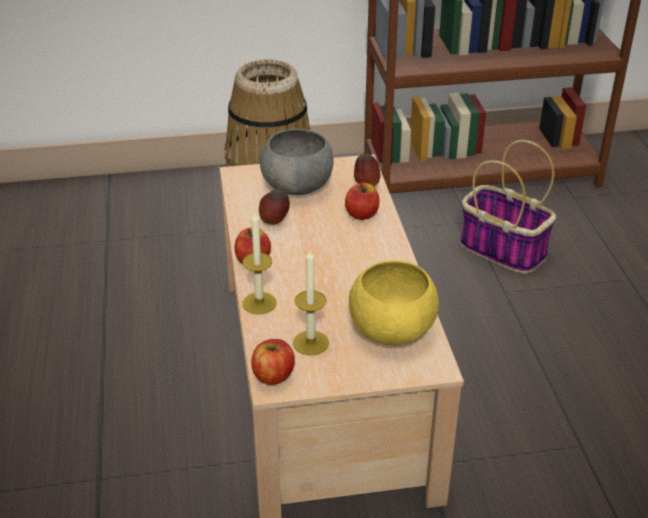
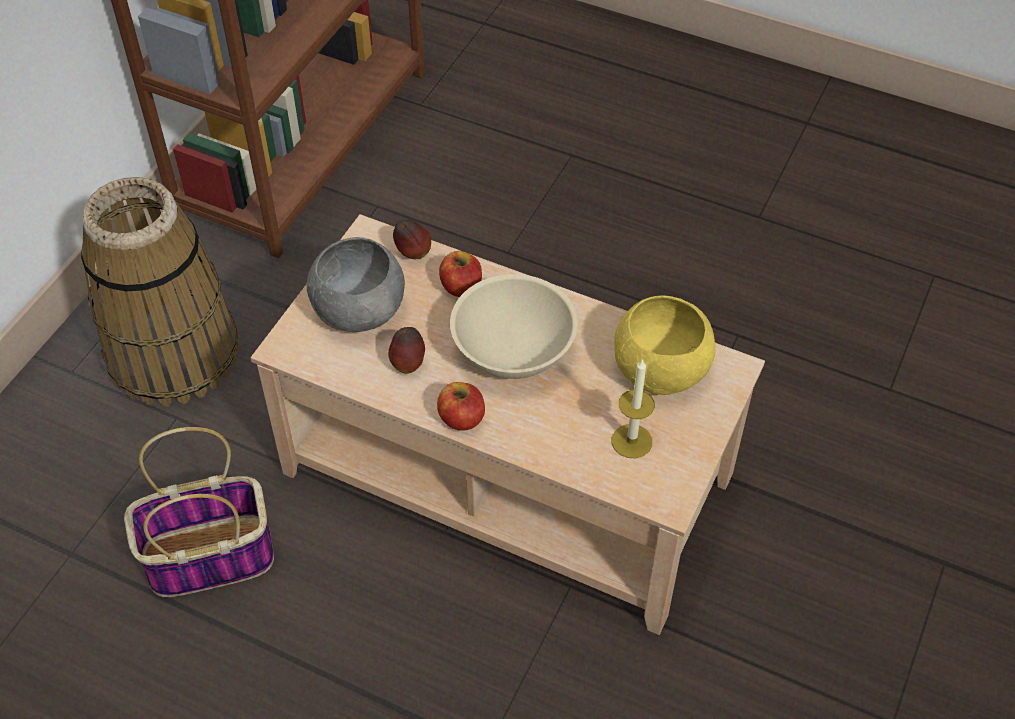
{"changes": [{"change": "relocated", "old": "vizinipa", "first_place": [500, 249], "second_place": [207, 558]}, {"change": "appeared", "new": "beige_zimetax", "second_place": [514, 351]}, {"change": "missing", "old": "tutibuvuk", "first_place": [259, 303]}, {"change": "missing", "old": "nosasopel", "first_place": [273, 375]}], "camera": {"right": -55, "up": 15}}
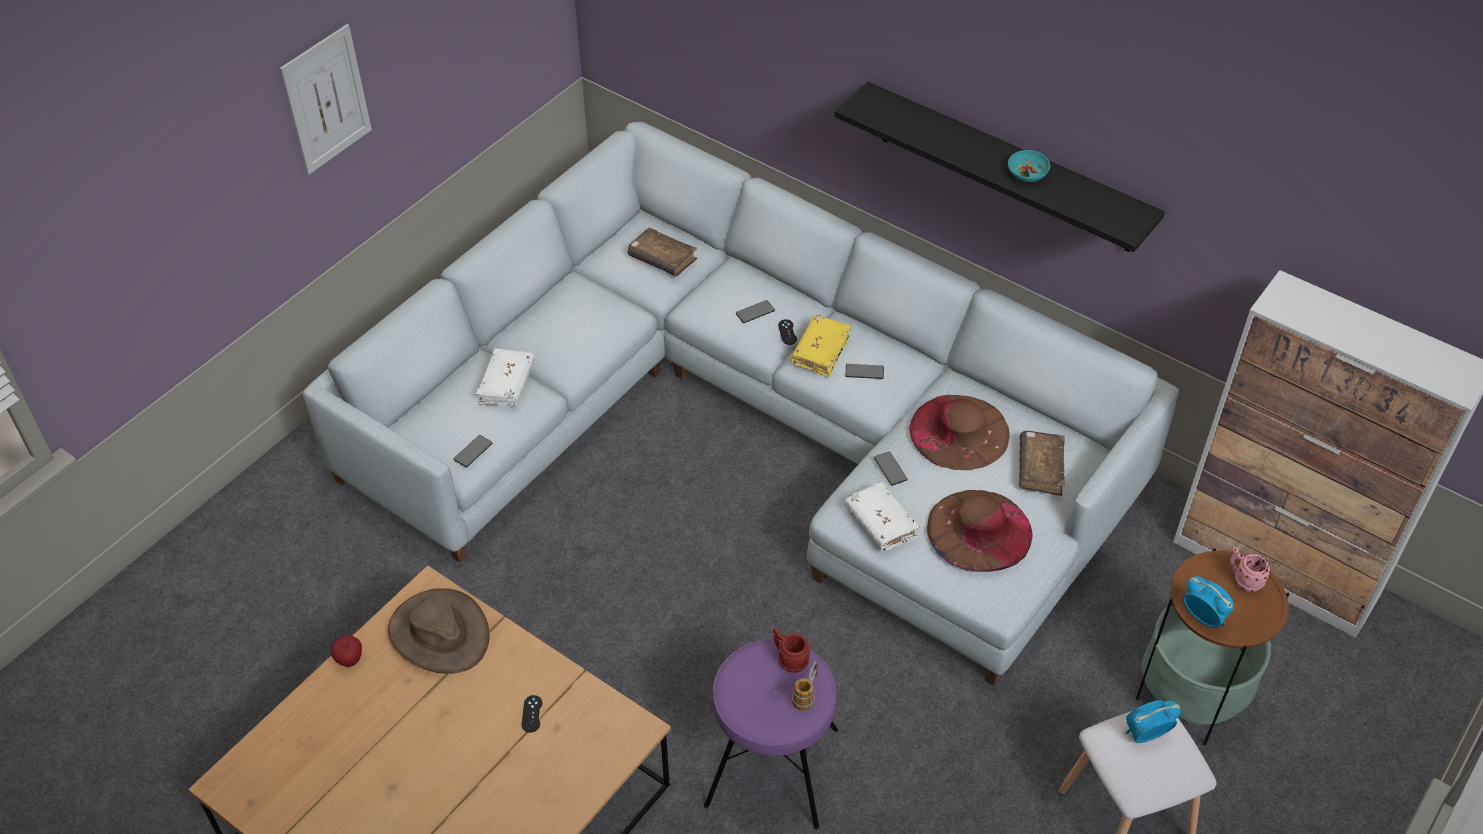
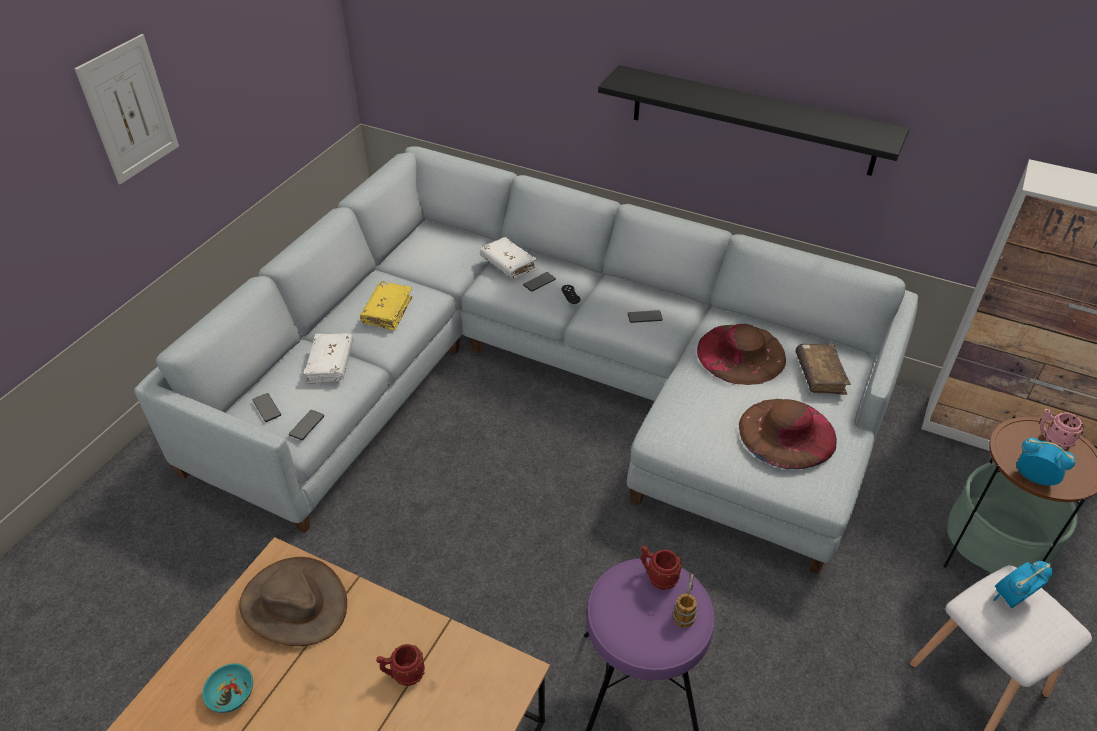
{"changes": [{"change": "relocated", "old": "turquoise_zimetax", "first_place": [1027, 174], "second_place": [232, 694]}, {"change": "relocated", "old": "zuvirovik", "first_place": [890, 469], "second_place": [266, 408]}, {"change": "relocated", "old": "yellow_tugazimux", "first_place": [820, 351], "second_place": [387, 311]}, {"change": "exchanged", "old": "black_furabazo", "new": "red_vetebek", "first_place": [532, 714], "second_place": [403, 675]}, {"change": "relocated", "old": "white_tugazimux", "first_place": [880, 523], "second_place": [508, 264]}, {"change": "missing", "old": "nosasopel", "first_place": [350, 660]}, {"change": "missing", "old": "brown_tugazimux", "first_place": [662, 259]}], "camera": {"right": -10, "up": -5}}
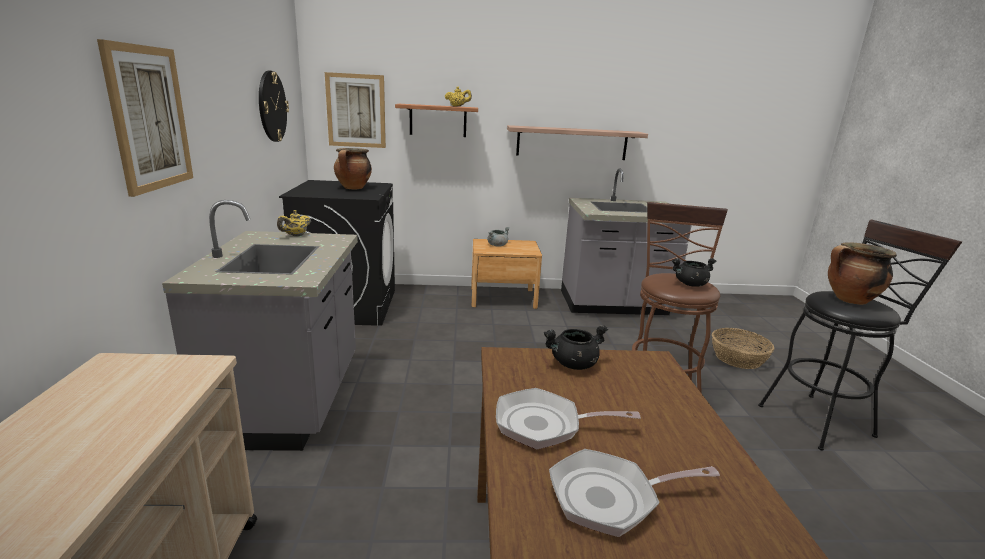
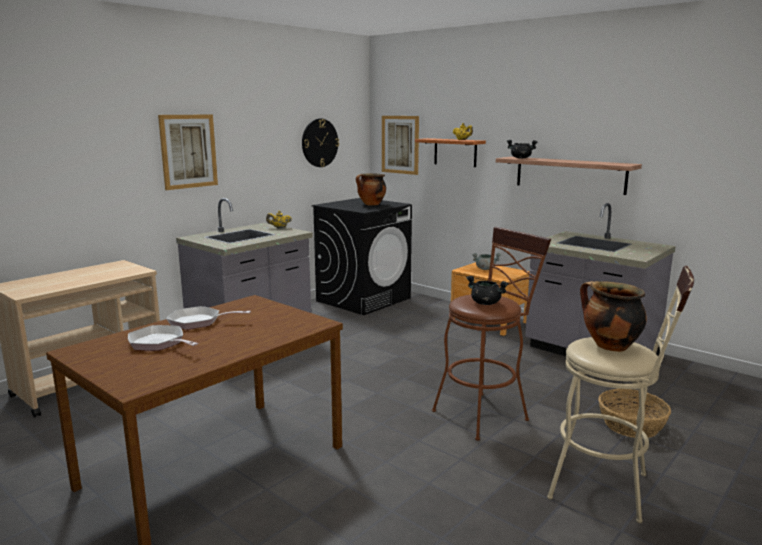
{"changes": [{"change": "spun", "old": "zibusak", "first_place": [544, 425], "second_place": [199, 322], "degrees": -45}, {"change": "relocated", "old": "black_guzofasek", "first_place": [573, 364], "second_place": [520, 158]}, {"change": "colour", "old": "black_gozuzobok", "new": "beige_gozuzobok", "first_place": [821, 419], "second_place": [608, 488]}], "camera": {"right": 45, "up": -5}}
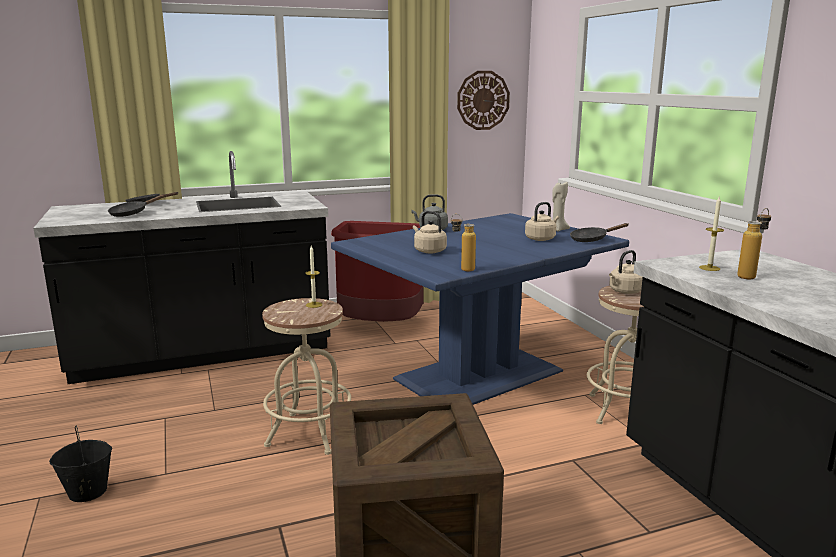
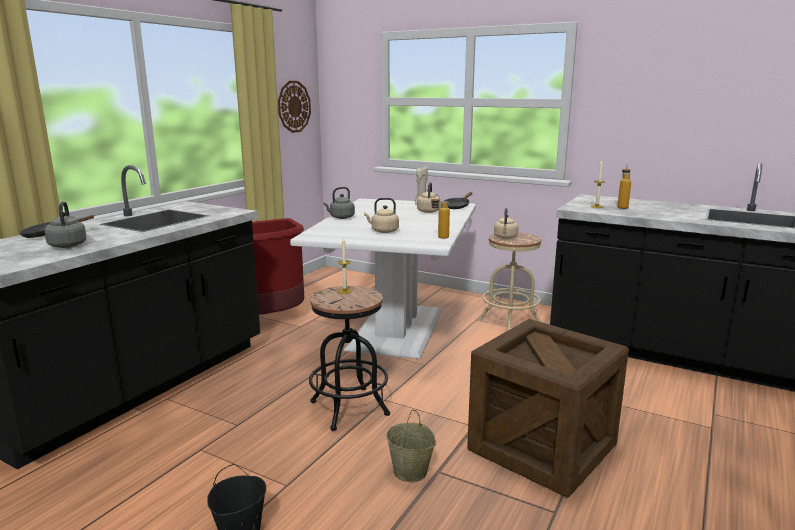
{"changes": [{"change": "exchanged", "old": "black_zibusak", "new": "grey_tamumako", "first_place": [132, 213], "second_place": [68, 245]}, {"change": "colour", "old": "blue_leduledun", "new": "white_leduledun", "first_place": [477, 374], "second_place": [395, 329]}, {"change": "colour", "old": "beige_gozuzobok", "new": "black_gozuzobok", "first_place": [309, 433], "second_place": [349, 408]}, {"change": "appeared", "new": "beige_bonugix", "second_place": [411, 472]}], "camera": {"right": -40, "up": 0}}
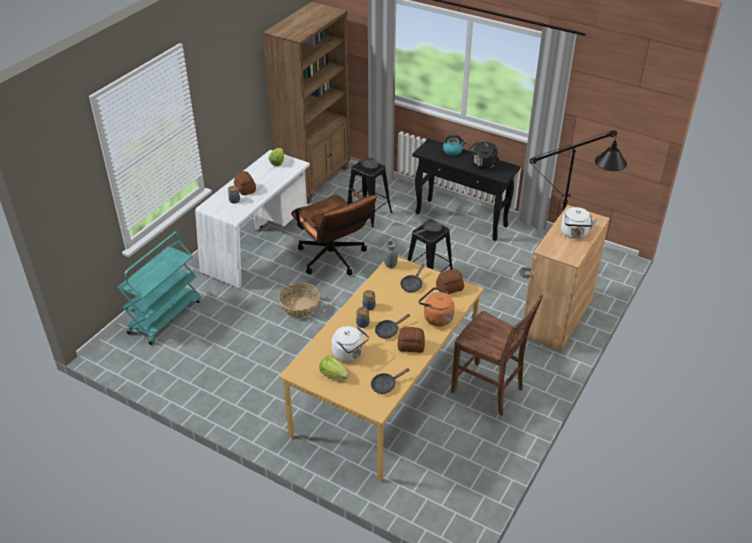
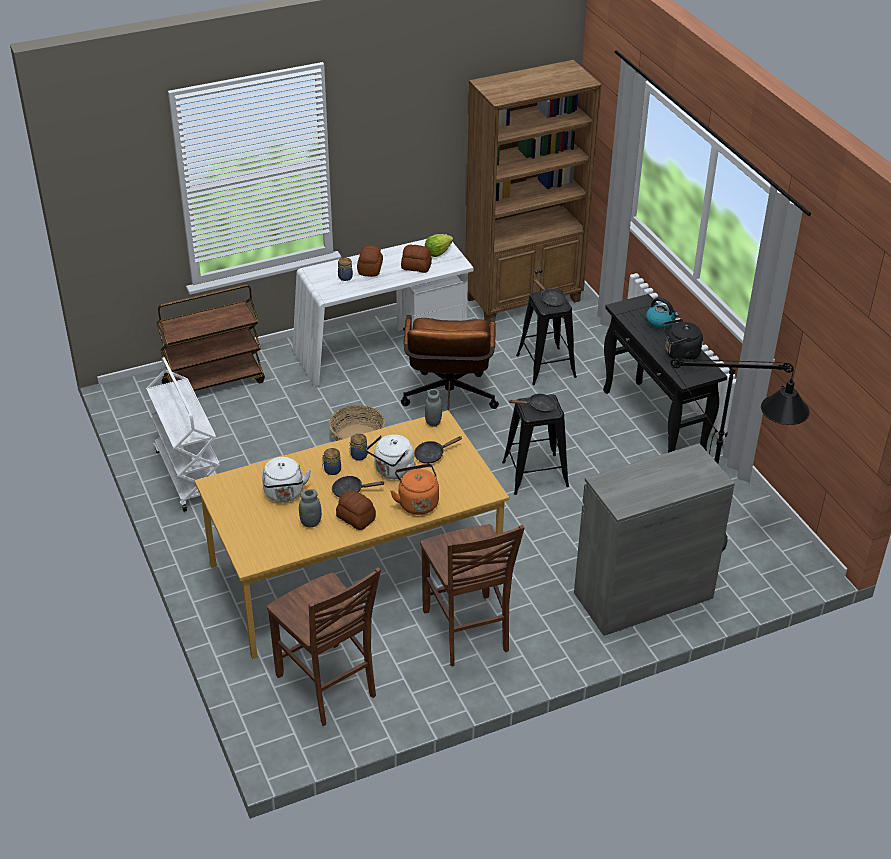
{"changes": [{"change": "appeared", "new": "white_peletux", "second_place": [188, 474]}, {"change": "colour", "old": "turquoise_peletux", "new": "brown_peletux", "first_place": [165, 316], "second_place": [214, 382]}, {"change": "appeared", "new": "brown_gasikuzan", "second_place": [328, 686]}, {"change": "appeared", "new": "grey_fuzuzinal", "second_place": [311, 523]}, {"change": "relocated", "old": "white_tamumako", "first_place": [574, 234], "second_place": [392, 471]}, {"change": "relocated", "old": "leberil", "first_place": [450, 288], "second_place": [416, 267]}, {"change": "colour", "old": "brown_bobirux", "new": "grey_bobirux", "first_place": [557, 318], "second_place": [643, 595]}, {"change": "missing", "old": "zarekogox", "first_place": [333, 375]}, {"change": "missing", "old": "black_zibusak", "first_place": [385, 385]}], "camera": {"right": 35, "up": 0}}
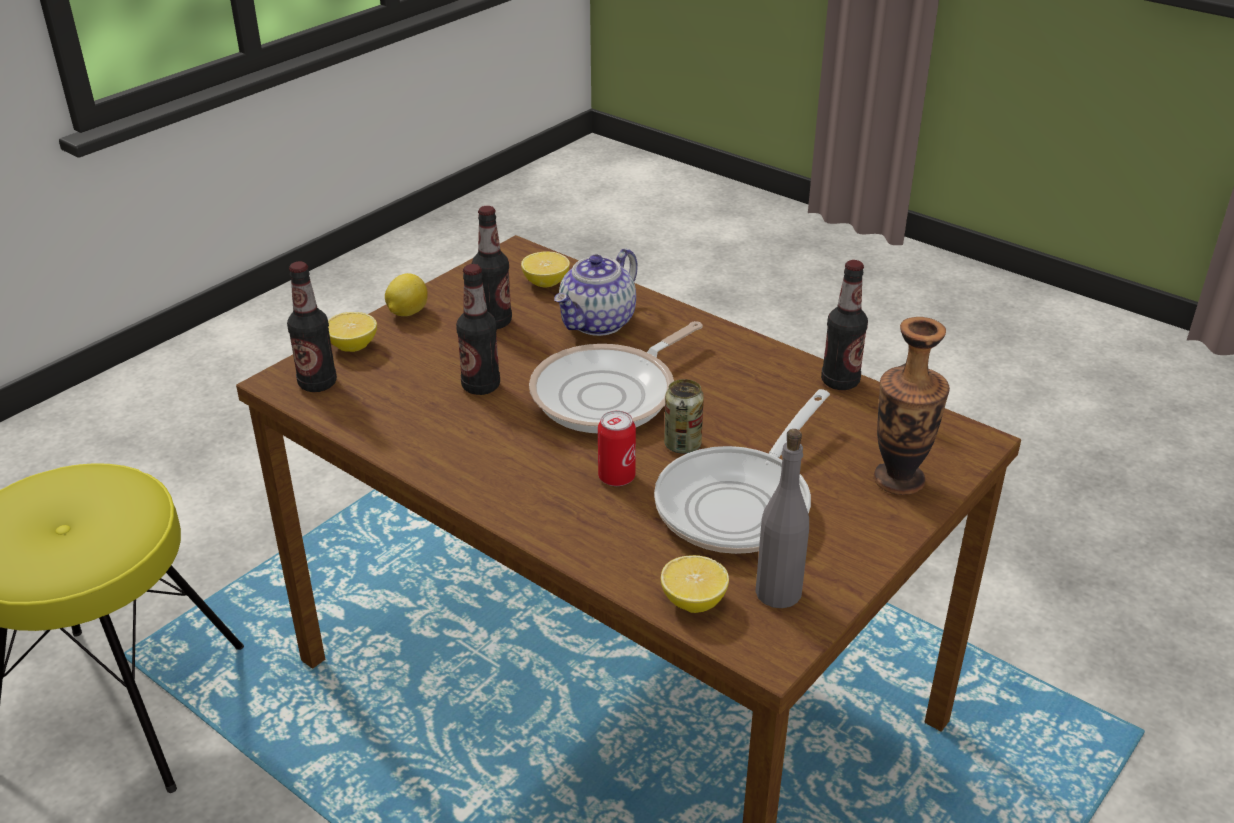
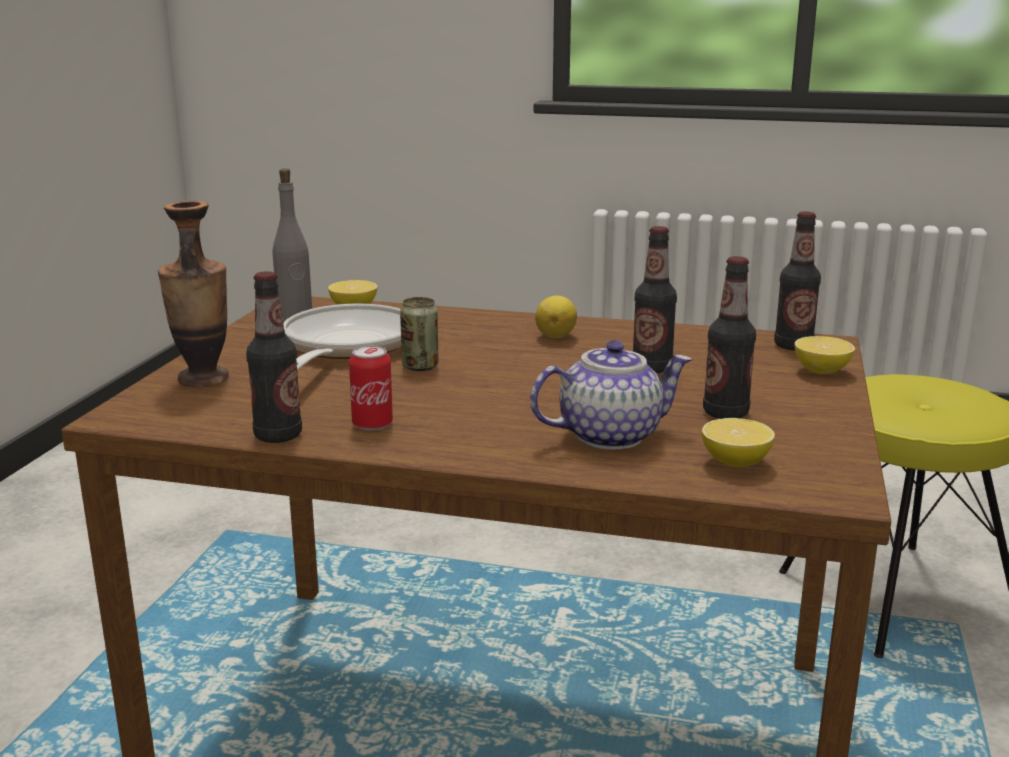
{"changes": [{"change": "relocated", "old": "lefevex", "first_place": [616, 477], "second_place": [372, 424]}, {"change": "spun", "old": "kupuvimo", "first_place": [598, 323], "second_place": [610, 435], "degrees": 60}, {"change": "relocated", "old": "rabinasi", "first_place": [407, 312], "second_place": [556, 336]}, {"change": "missing", "old": "zibusak", "first_place": [610, 394]}], "camera": {"right": 155, "up": -15}}
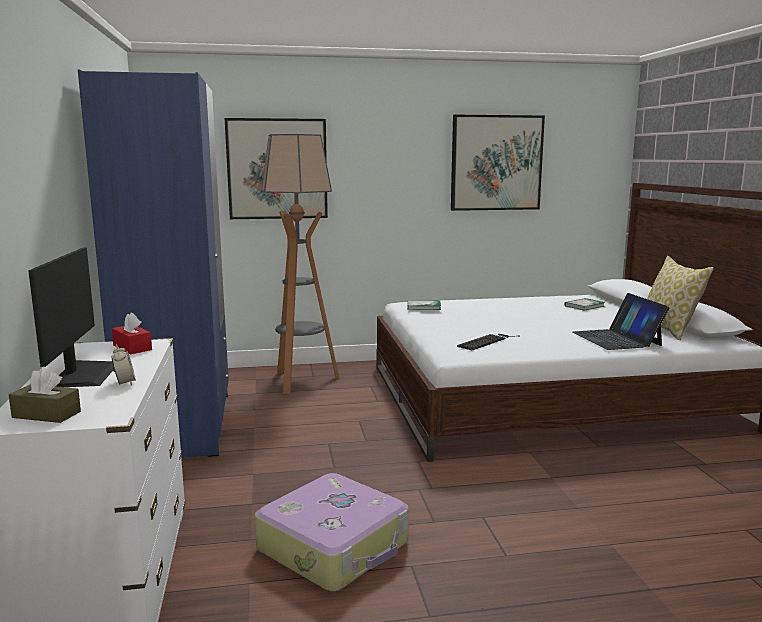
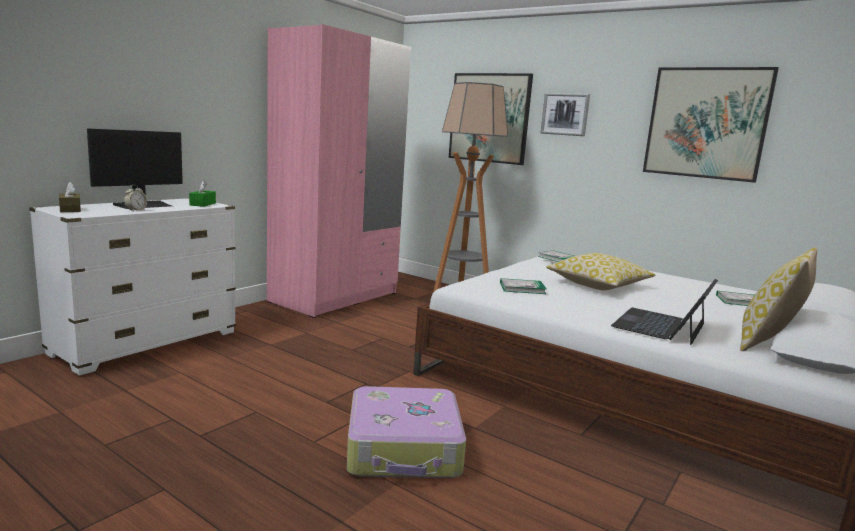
{"changes": [{"change": "colour", "old": "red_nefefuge", "new": "green_nefefuge", "first_place": [132, 347], "second_place": [202, 204]}, {"change": "colour", "old": "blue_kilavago", "new": "pink_kilavago", "first_place": [180, 425], "second_place": [335, 297]}, {"change": "relocated", "old": "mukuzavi", "first_place": [335, 546], "second_place": [404, 449]}, {"change": "exchanged", "old": "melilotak", "new": "tugazimux", "first_place": [487, 341], "second_place": [522, 288]}, {"change": "appeared", "new": "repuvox", "second_place": [565, 114]}, {"change": "appeared", "new": "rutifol", "second_place": [598, 285]}], "camera": {"right": 45, "up": 0}}
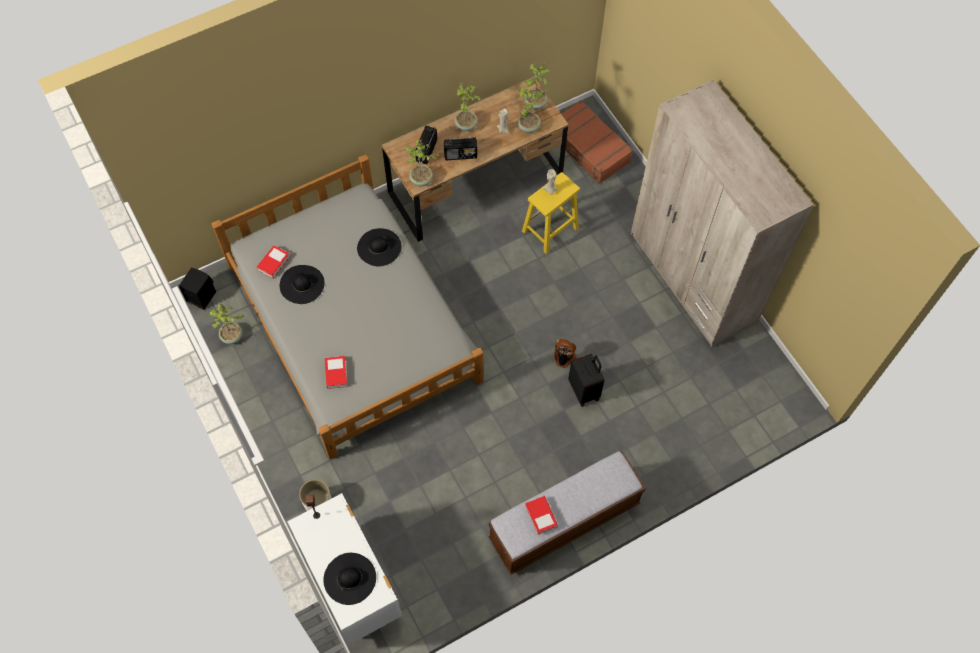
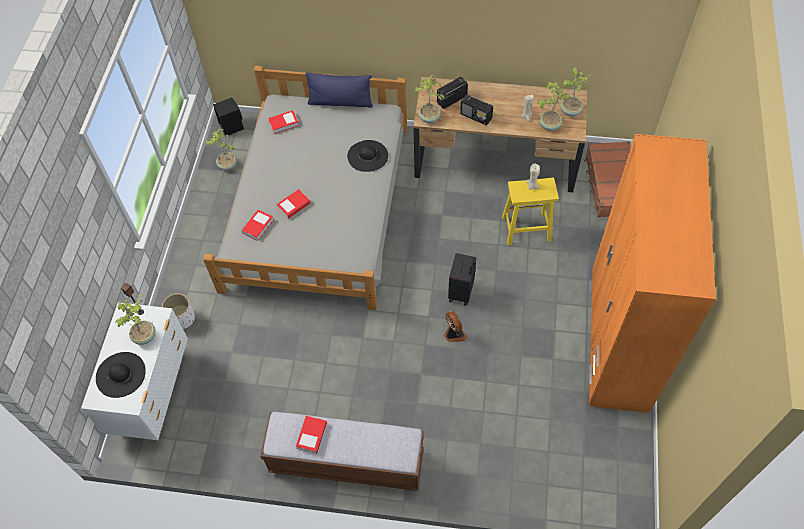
{"changes": [{"change": "relocated", "old": "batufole", "first_place": [466, 125], "second_place": [145, 336]}, {"change": "appeared", "new": "tugazimux", "second_place": [294, 205]}, {"change": "appeared", "new": "blue_rutifol", "second_place": [340, 102]}, {"change": "relocated", "old": "black_mukuzavi", "first_place": [584, 390], "second_place": [462, 292]}, {"change": "colour", "old": "beige_kilavago", "new": "orange_kilavago", "first_place": [692, 278], "second_place": [618, 339]}, {"change": "missing", "old": "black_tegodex", "first_place": [302, 284]}], "camera": {"right": 40, "up": -5}}
